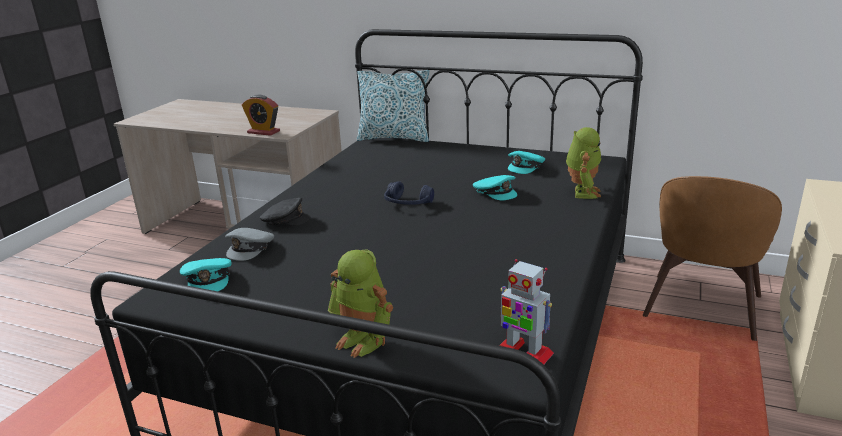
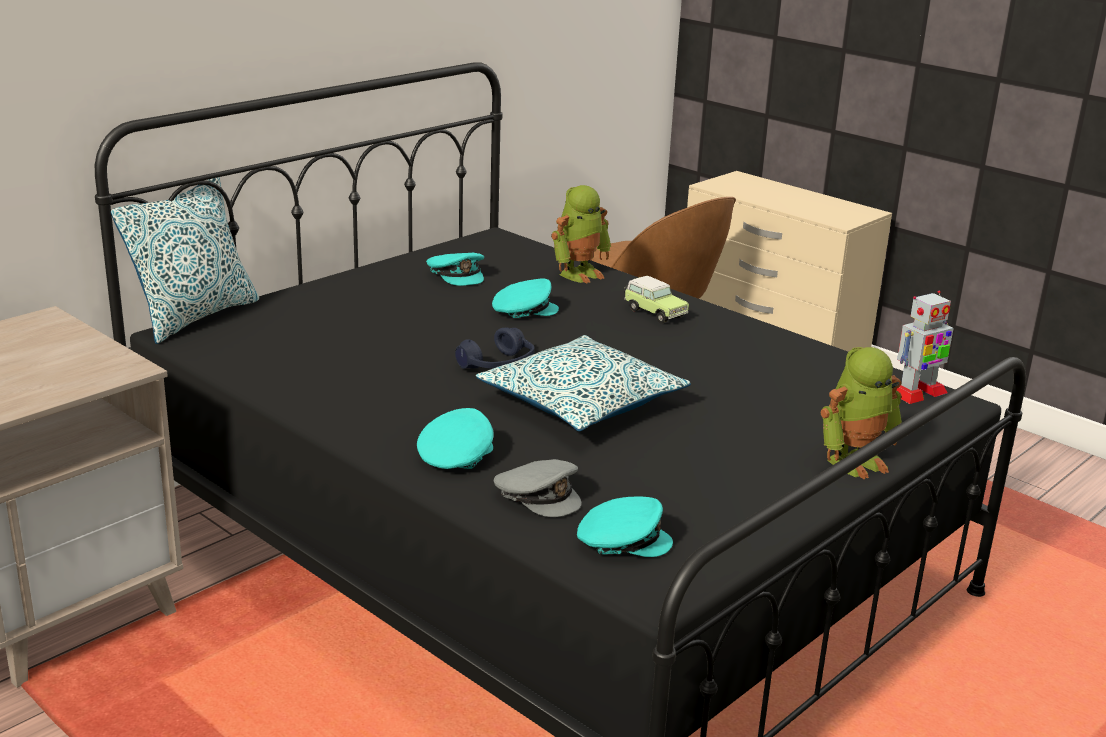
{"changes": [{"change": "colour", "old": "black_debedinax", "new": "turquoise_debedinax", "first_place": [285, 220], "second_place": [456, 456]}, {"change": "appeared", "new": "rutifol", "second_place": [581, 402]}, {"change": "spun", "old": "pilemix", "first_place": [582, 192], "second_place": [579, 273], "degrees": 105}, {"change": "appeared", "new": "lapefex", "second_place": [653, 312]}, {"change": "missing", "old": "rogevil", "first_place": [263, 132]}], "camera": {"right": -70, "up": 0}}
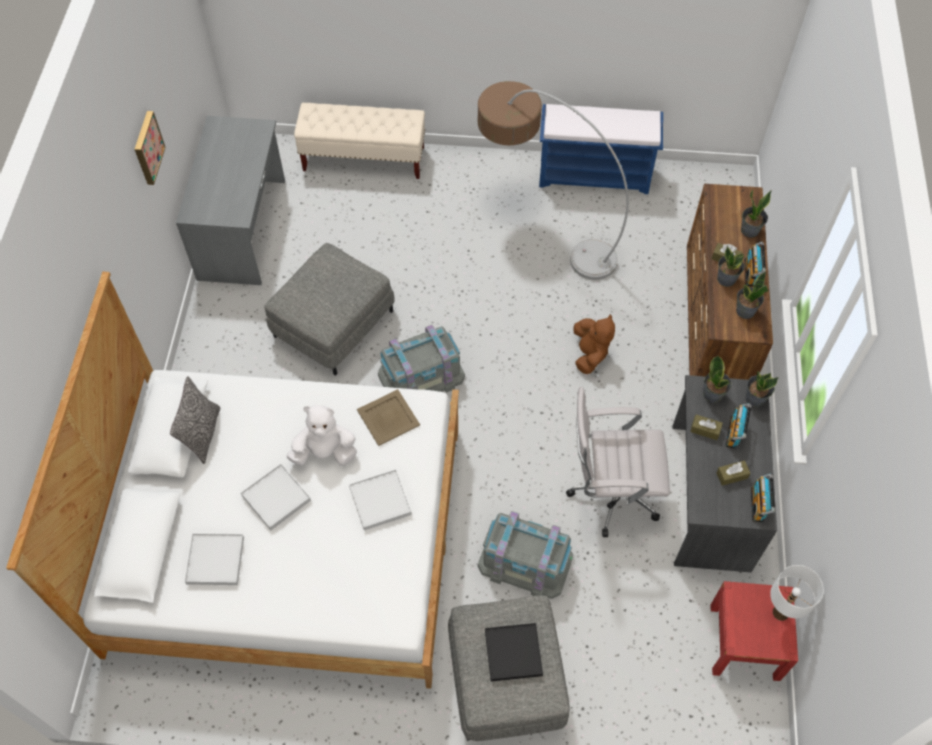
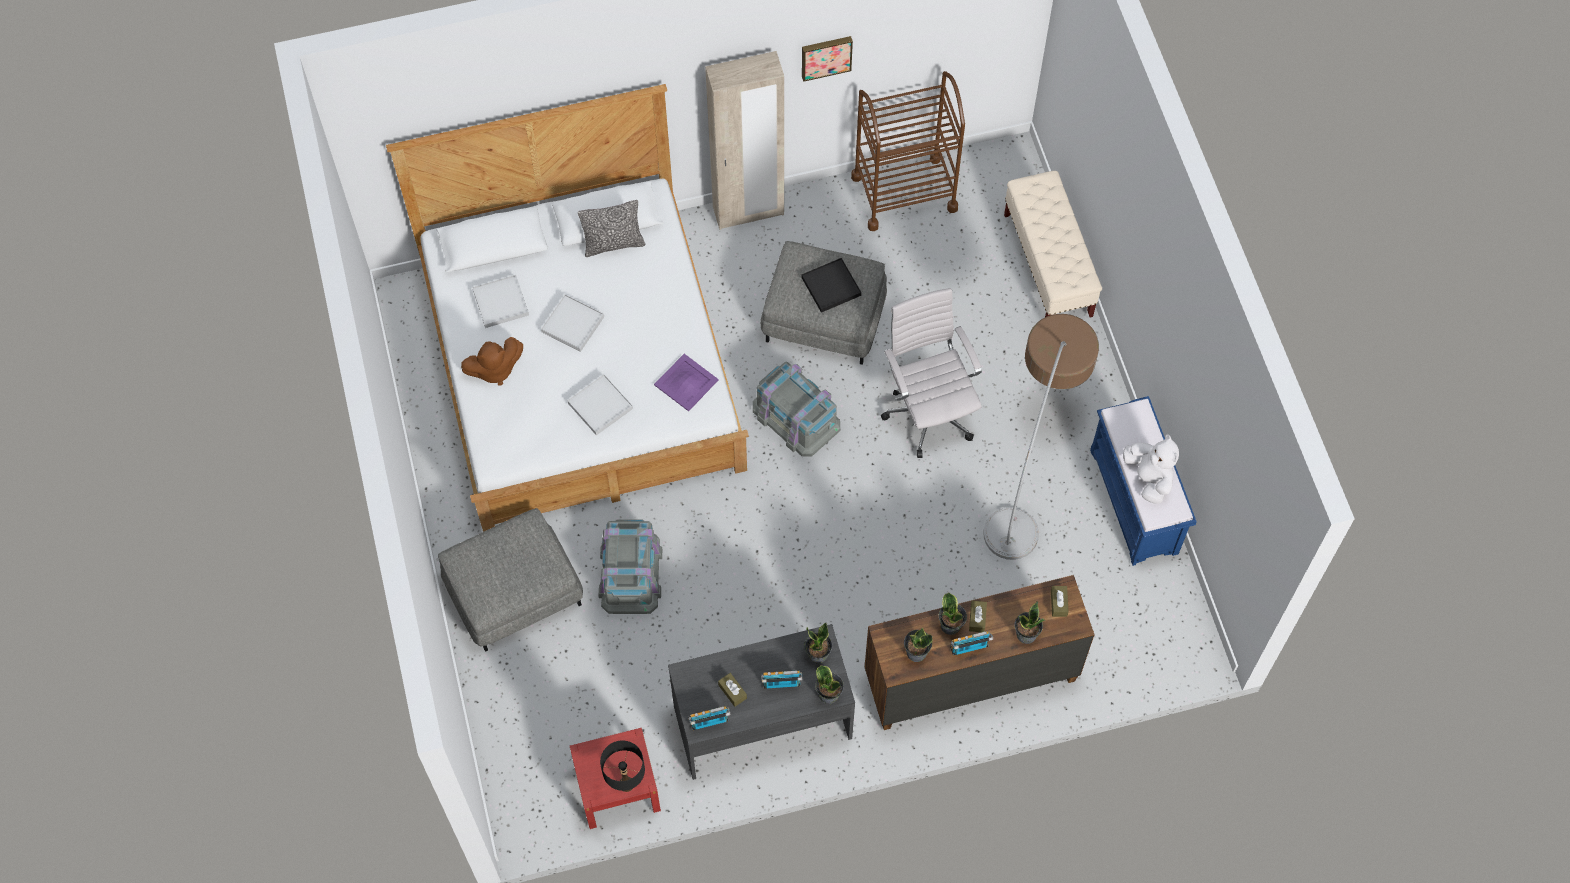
{"changes": [{"change": "relocated", "old": "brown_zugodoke", "first_place": [590, 354], "second_place": [494, 369]}, {"change": "colour", "old": "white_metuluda", "new": "black_metuluda", "first_place": [780, 612], "second_place": [626, 784]}, {"change": "colour", "old": "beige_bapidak", "new": "purple_bapidak", "first_place": [388, 417], "second_place": [687, 382]}, {"change": "appeared", "new": "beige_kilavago", "second_place": [748, 212]}, {"change": "relocated", "old": "black_bapidak", "first_place": [513, 653], "second_place": [831, 287]}, {"change": "exchanged", "old": "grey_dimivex", "new": "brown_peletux", "first_place": [243, 229], "second_place": [904, 192]}, {"change": "relocated", "old": "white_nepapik", "first_place": [609, 494], "second_place": [928, 411]}, {"change": "relocated", "old": "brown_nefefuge", "first_place": [705, 430], "second_place": [1058, 603]}, {"change": "relocated", "old": "white_zugodoke", "first_place": [325, 453], "second_place": [1149, 478]}], "camera": {"right": 70, "up": 5}}
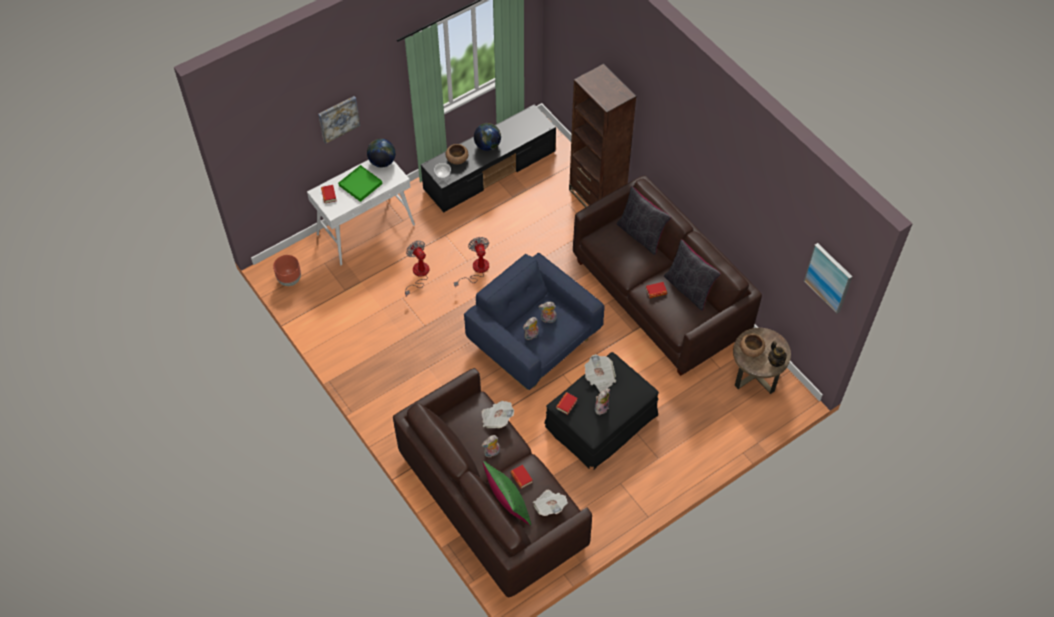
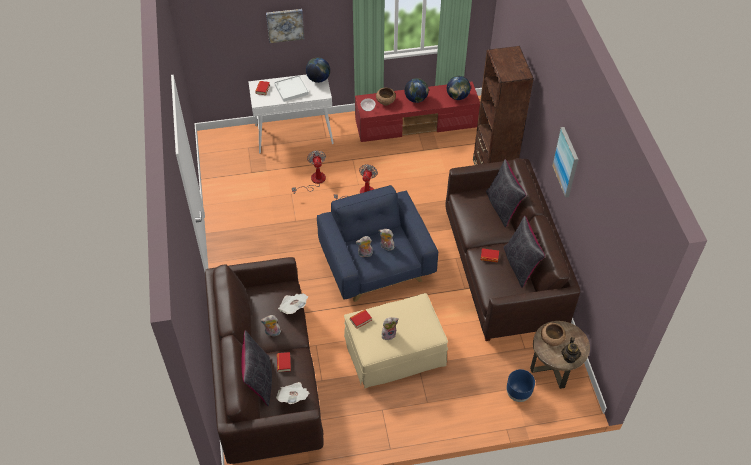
{"changes": [{"change": "colour", "old": "green_rutifol", "new": "black_rutifol", "first_place": [507, 505], "second_place": [259, 381]}, {"change": "colour", "old": "green_bapidak", "new": "white_bapidak", "first_place": [360, 185], "second_place": [291, 90]}, {"change": "colour", "old": "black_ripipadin", "new": "beige_ripipadin", "first_place": [601, 421], "second_place": [395, 351]}, {"change": "colour", "old": "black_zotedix", "new": "red_zotedix", "first_place": [490, 170], "second_place": [416, 124]}, {"change": "appeared", "new": "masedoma", "second_place": [457, 97]}, {"change": "appeared", "new": "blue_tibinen", "second_place": [518, 394]}, {"change": "relocated", "old": "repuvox", "first_place": [828, 277], "second_place": [566, 162]}, {"change": "missing", "old": "brown_tibinen", "first_place": [290, 280]}, {"change": "missing", "old": "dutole", "first_place": [600, 378]}], "camera": {"right": 25, "up": -5}}
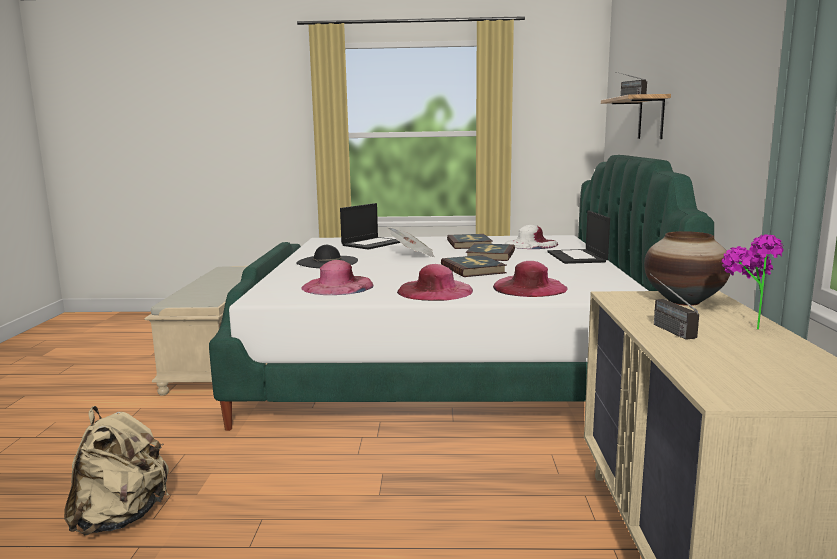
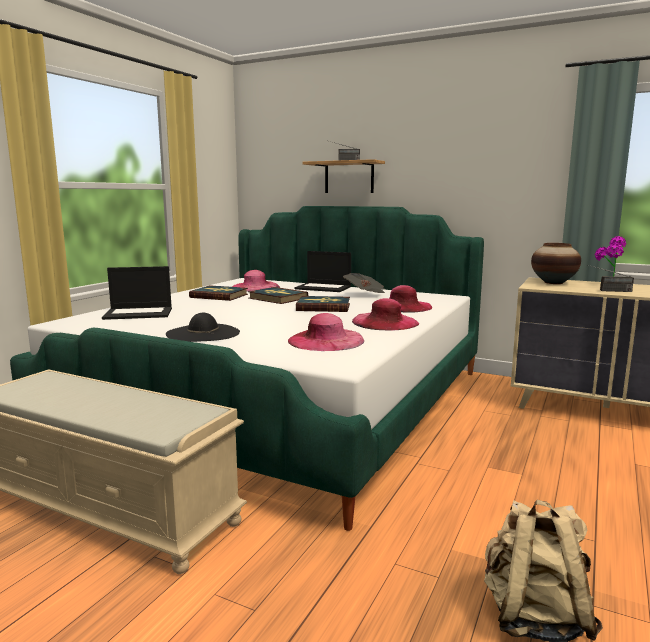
{"changes": [{"change": "spun", "old": "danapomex", "first_place": [372, 243], "second_place": [139, 313], "degrees": 105}, {"change": "colour", "old": "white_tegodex", "new": "pink_tegodex", "first_place": [530, 244], "second_place": [255, 287]}, {"change": "relocated", "old": "dutole", "first_place": [412, 255], "second_place": [366, 295]}], "camera": {"right": -65, "up": 0}}
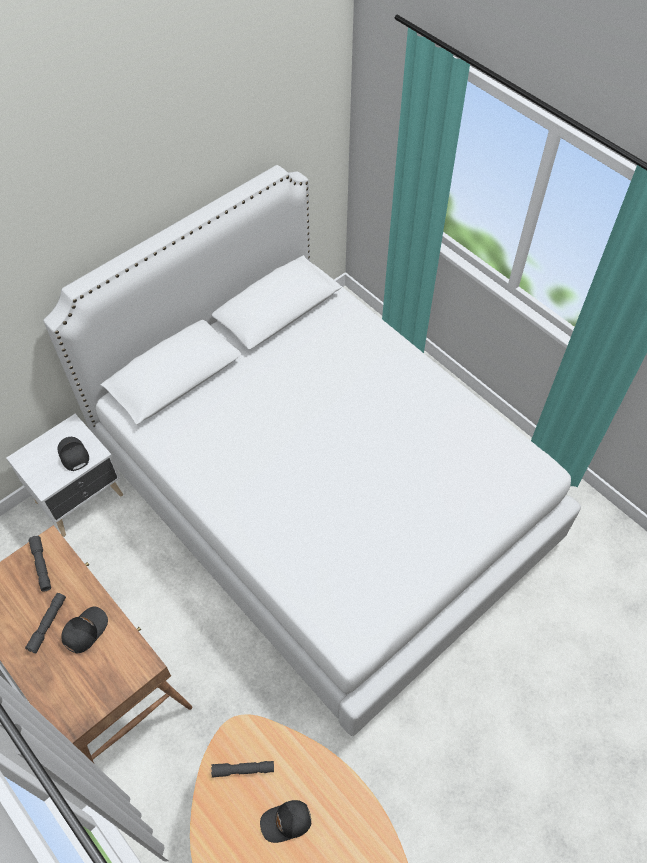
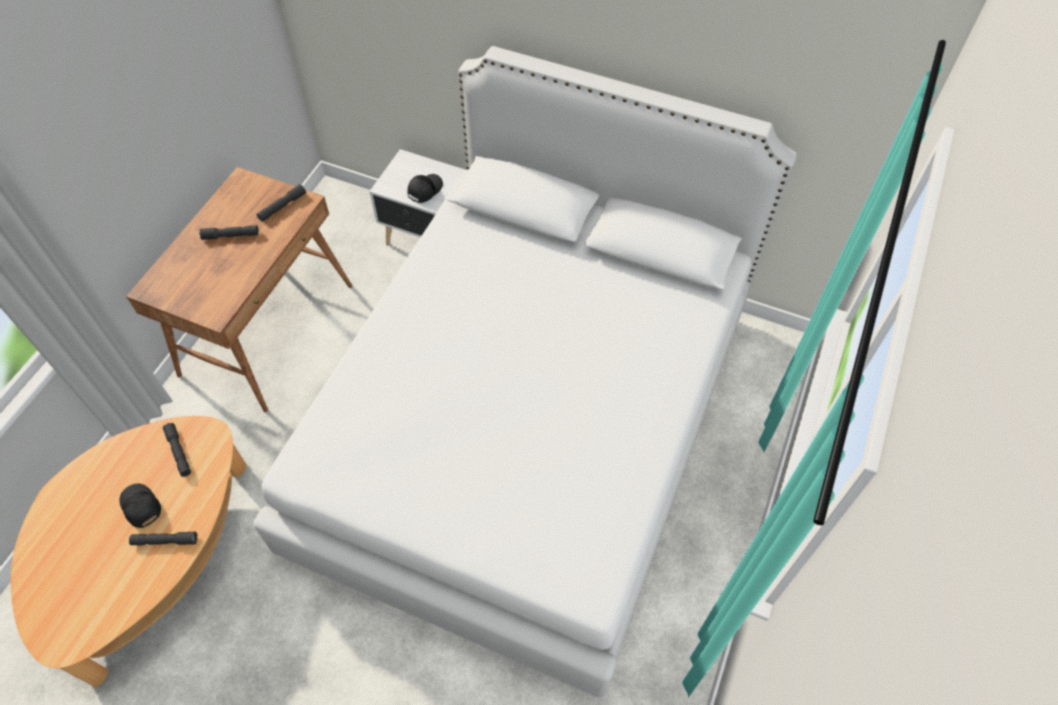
{"changes": [{"change": "appeared", "new": "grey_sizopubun", "second_place": [165, 541]}, {"change": "missing", "old": "black_debedinax", "first_place": [84, 631]}], "camera": {"right": 65, "up": 0}}
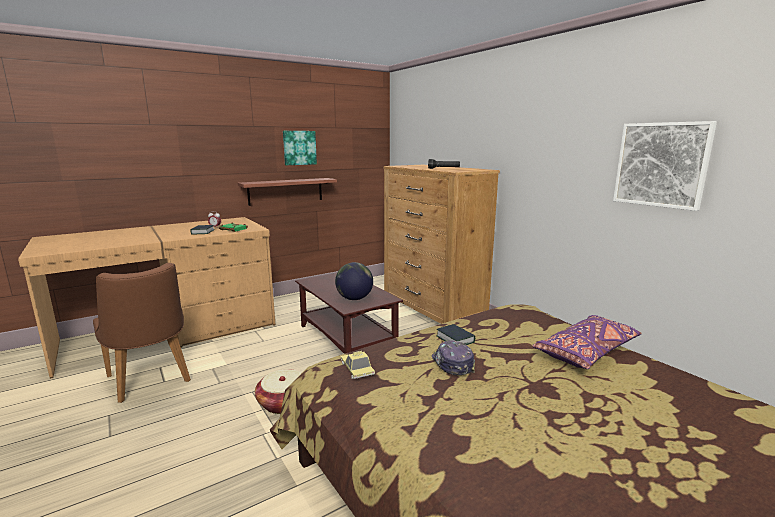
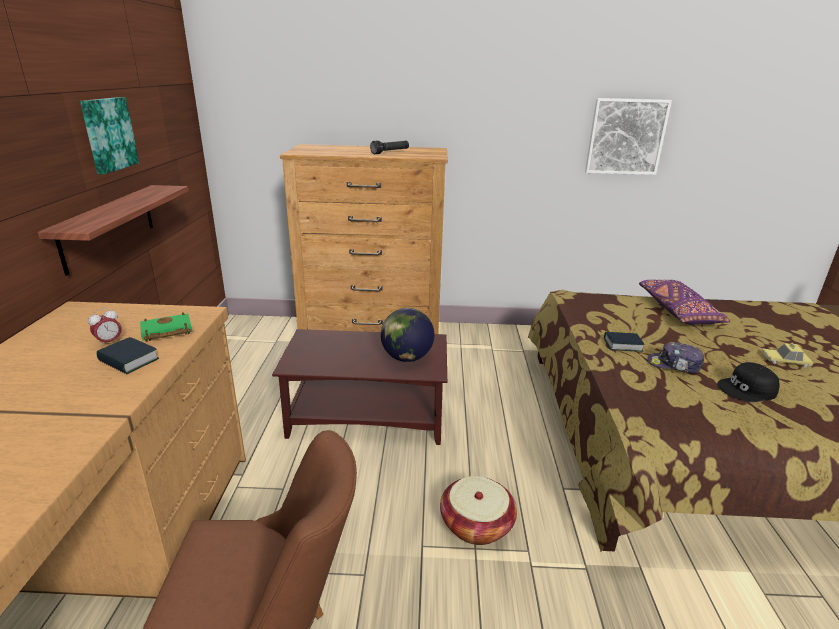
{"changes": [{"change": "appeared", "new": "black_debedinax", "second_place": [747, 389]}, {"change": "relocated", "old": "lapefex", "first_place": [357, 369], "second_place": [785, 360]}], "camera": {"right": -55, "up": 10}}
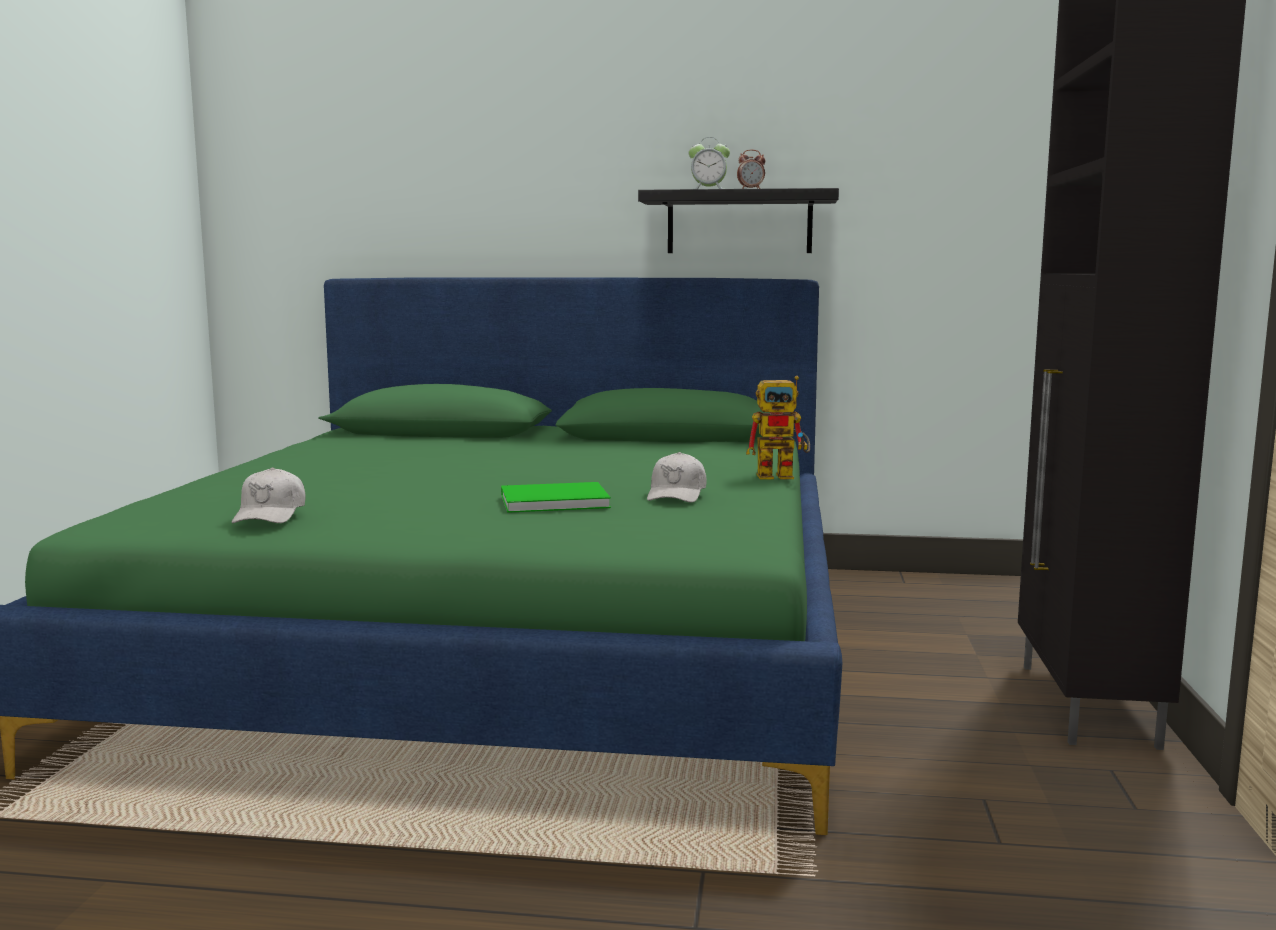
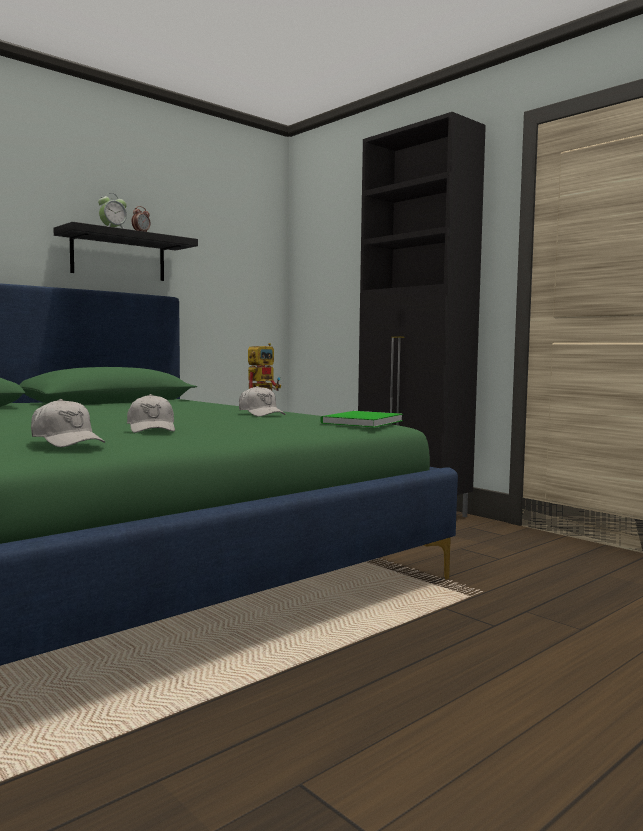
{"changes": [{"change": "appeared", "new": "white_debedinax", "second_place": [152, 429]}, {"change": "relocated", "old": "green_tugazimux", "first_place": [550, 501], "second_place": [359, 422]}], "camera": {"right": -50, "up": -5}}
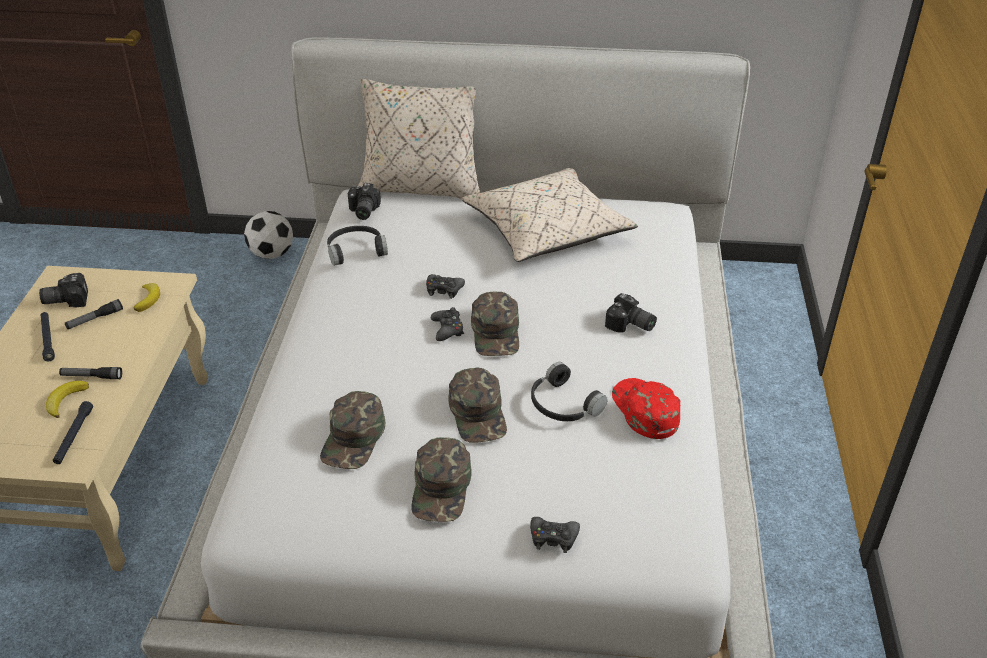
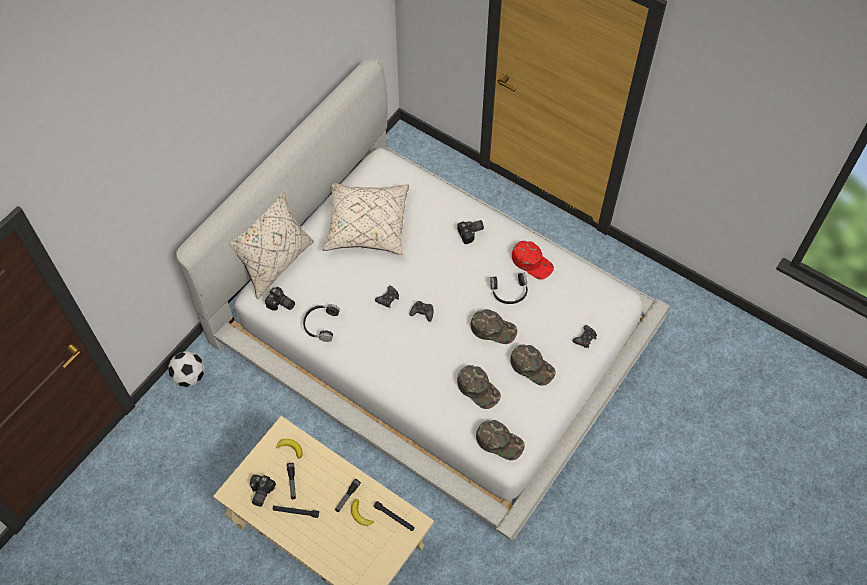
{"changes": [{"change": "relocated", "old": "green_debedinax", "first_place": [496, 332], "second_place": [500, 441]}, {"change": "spun", "old": "red_debedinax", "first_place": [644, 410], "second_place": [532, 262], "degrees": -150}], "camera": {"right": -60, "up": 20}}
